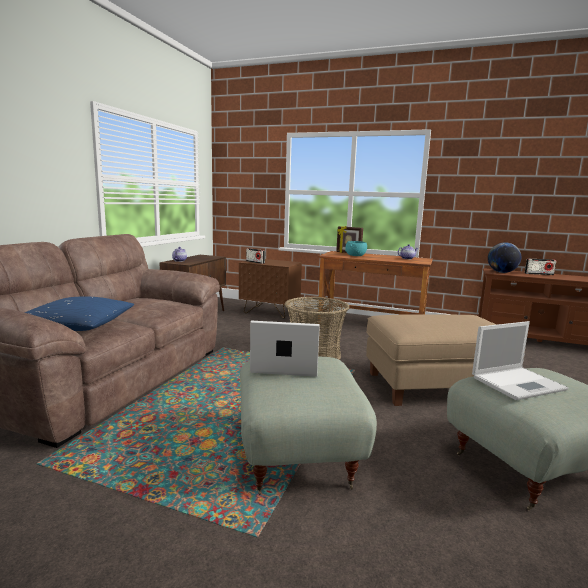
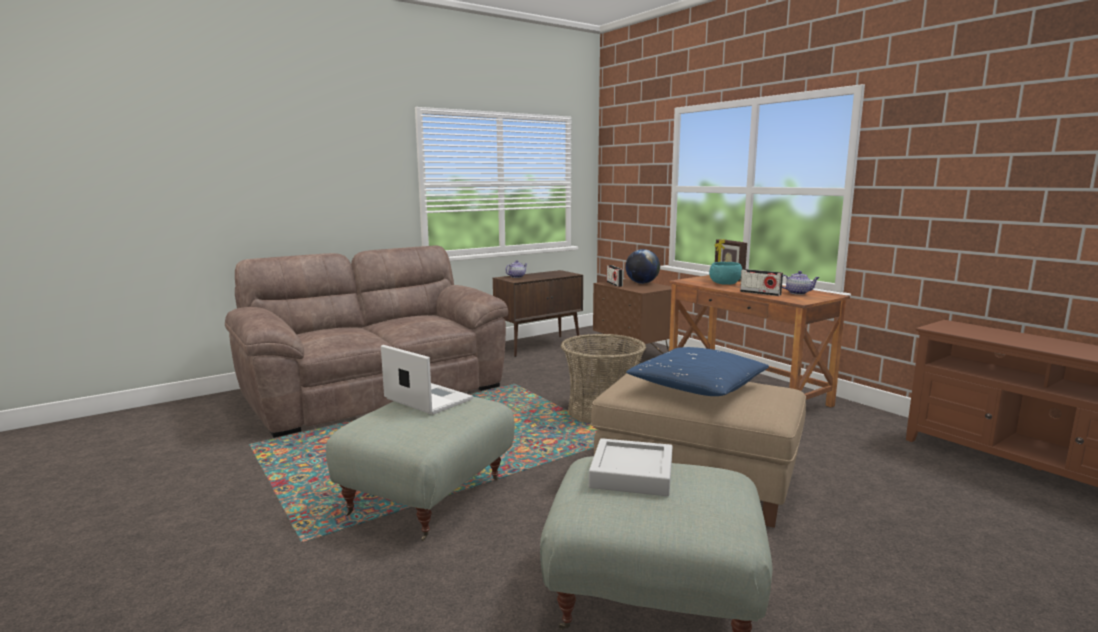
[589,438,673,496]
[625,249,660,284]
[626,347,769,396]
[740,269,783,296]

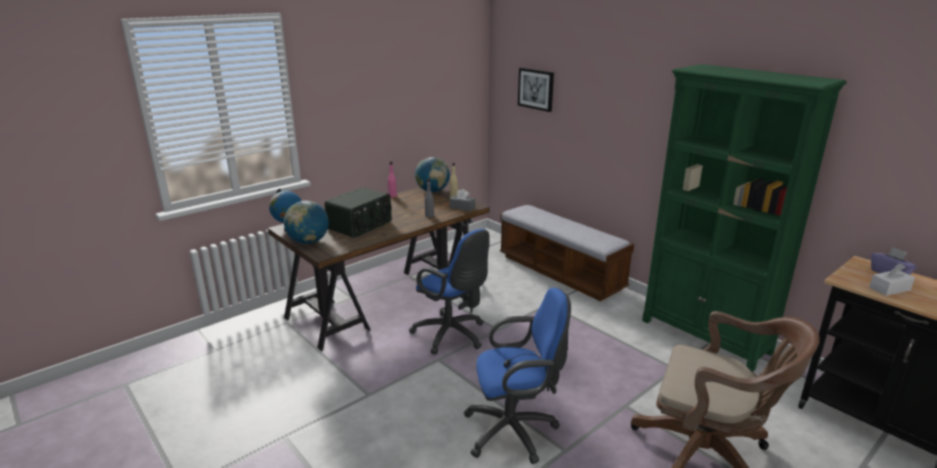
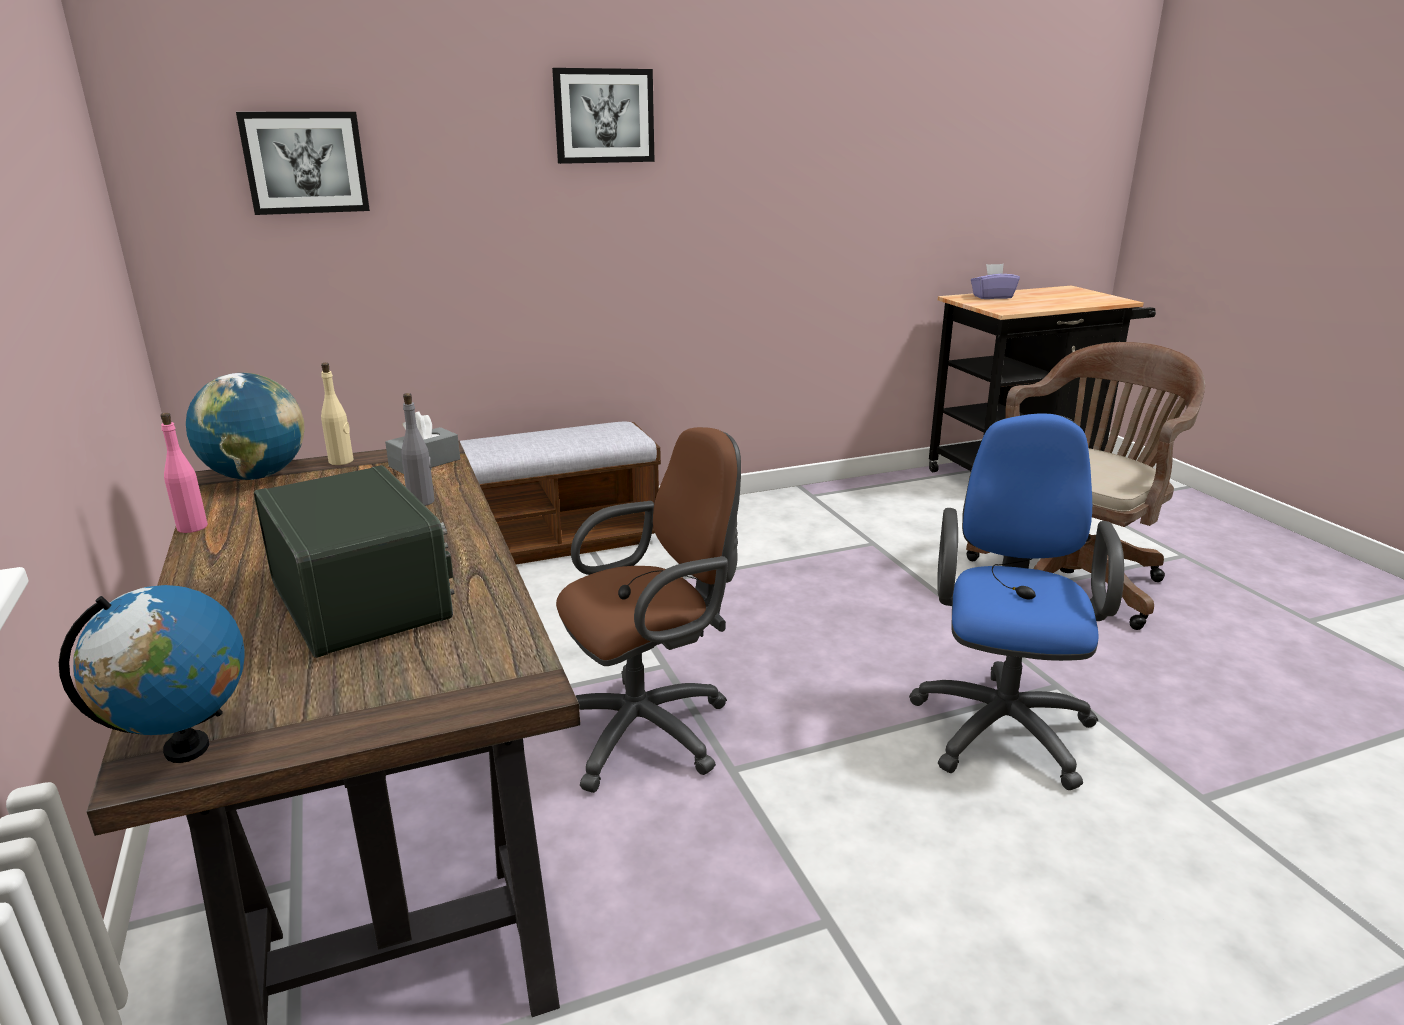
[552,68,655,164]
[556,427,741,793]
[284,201,329,244] (first image)
[642,64,847,372] (first image)
[869,263,915,296] (first image)

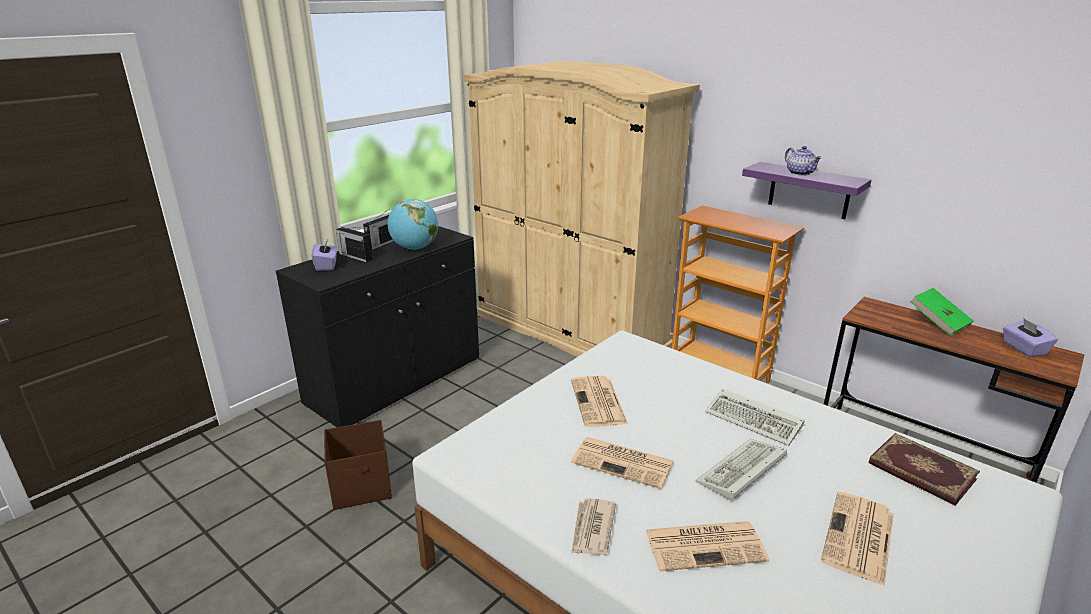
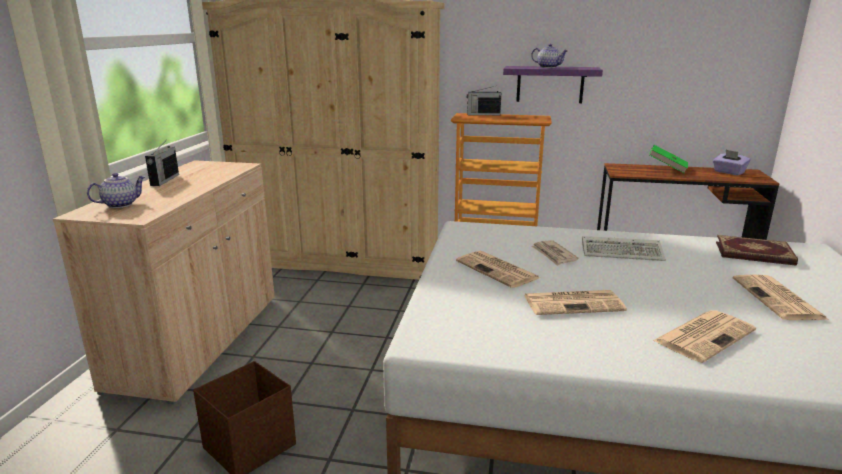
[53,160,275,404]
[87,173,145,208]
[467,86,501,115]
[531,240,579,266]
[388,199,438,250] (first image)
[696,439,787,500] (first image)

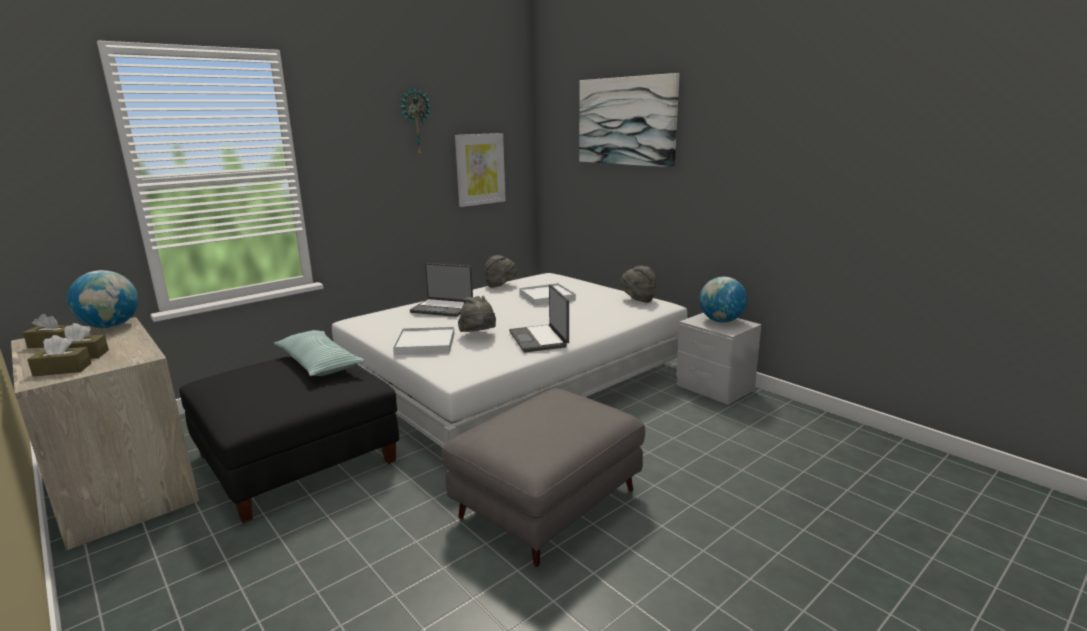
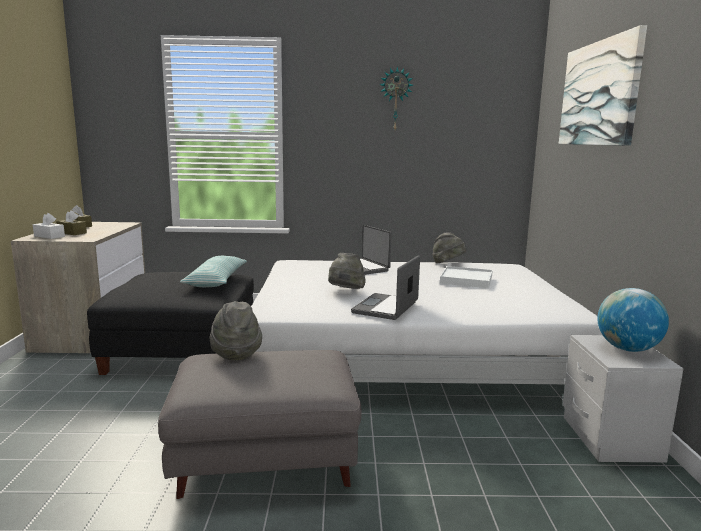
[33,213,65,239]
[209,301,262,361]
[67,270,138,328] (first image)
[393,327,454,355] (first image)
[455,133,506,207] (first image)

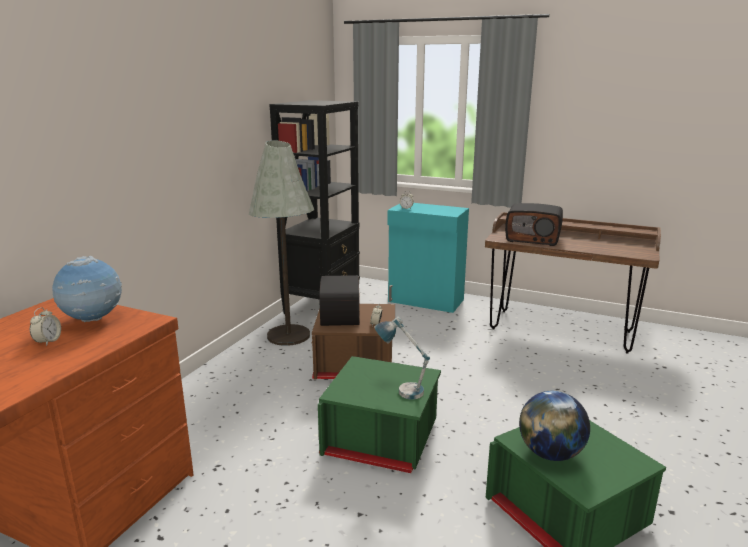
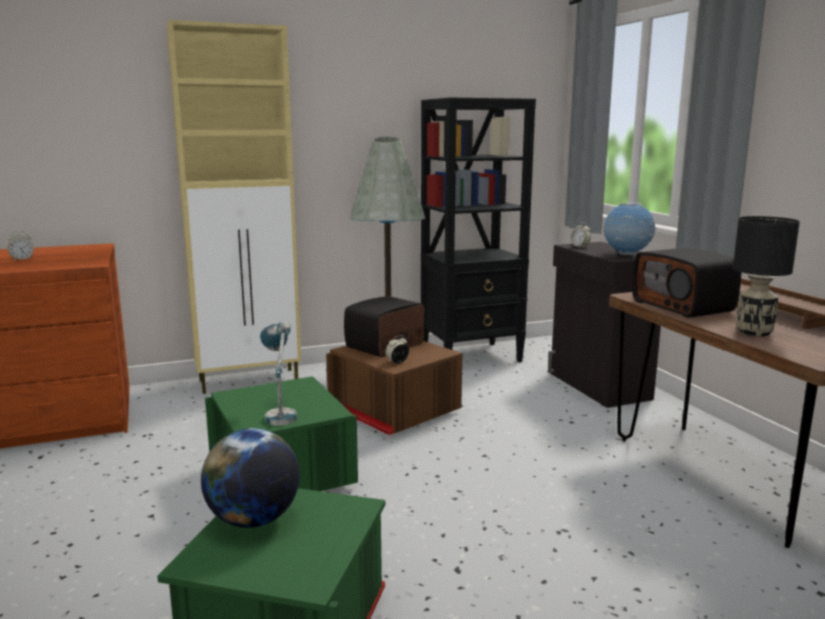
[167,20,301,394]
[548,242,661,408]
[604,202,656,255]
[733,216,800,336]

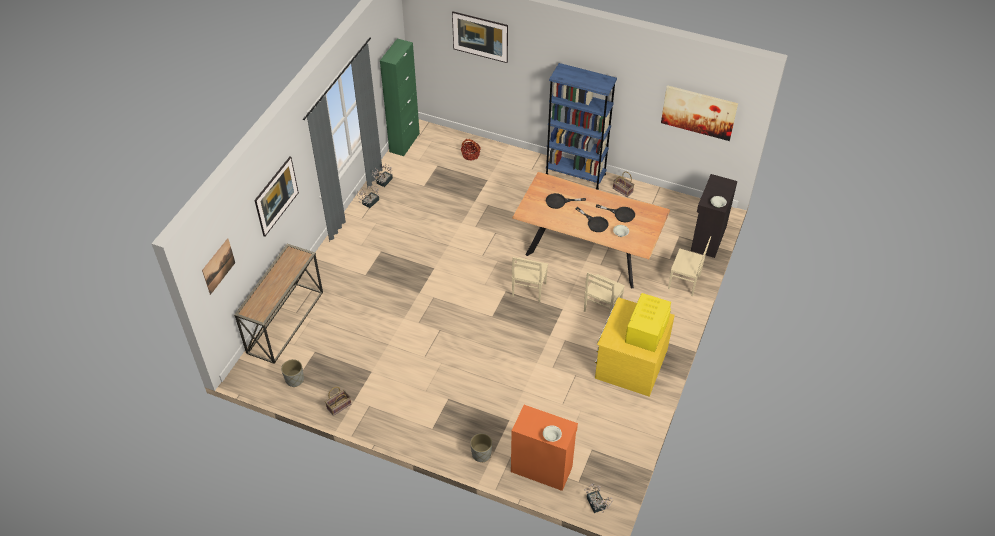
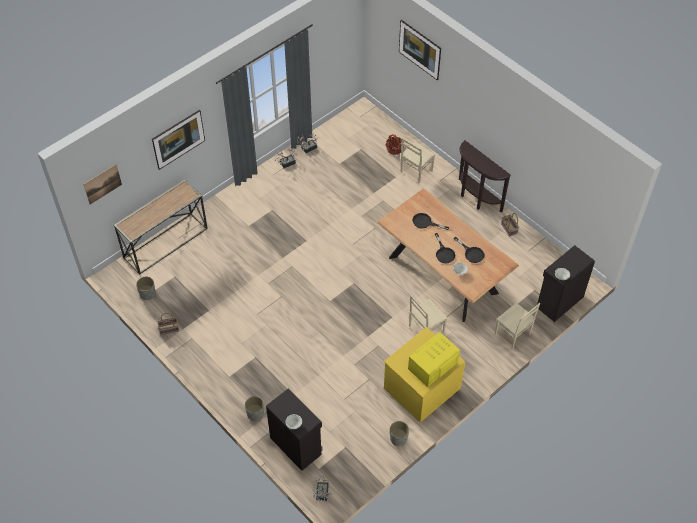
[266,388,323,471]
[390,421,409,446]
[401,138,435,184]
[459,140,511,212]
[380,38,420,156] (first image)
[661,85,738,141] (first image)

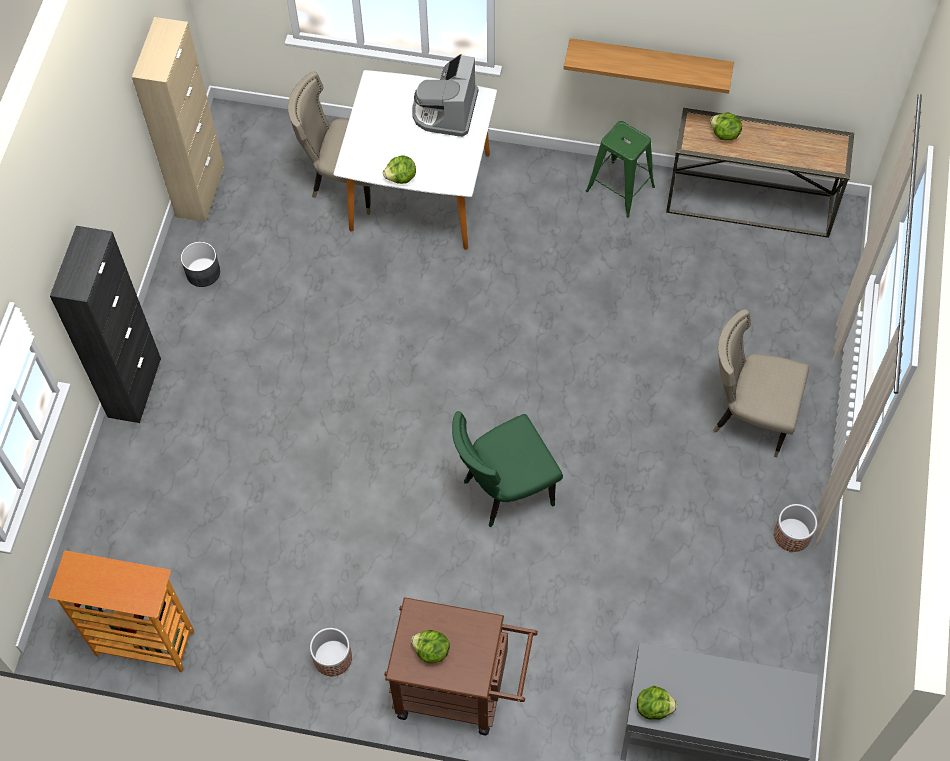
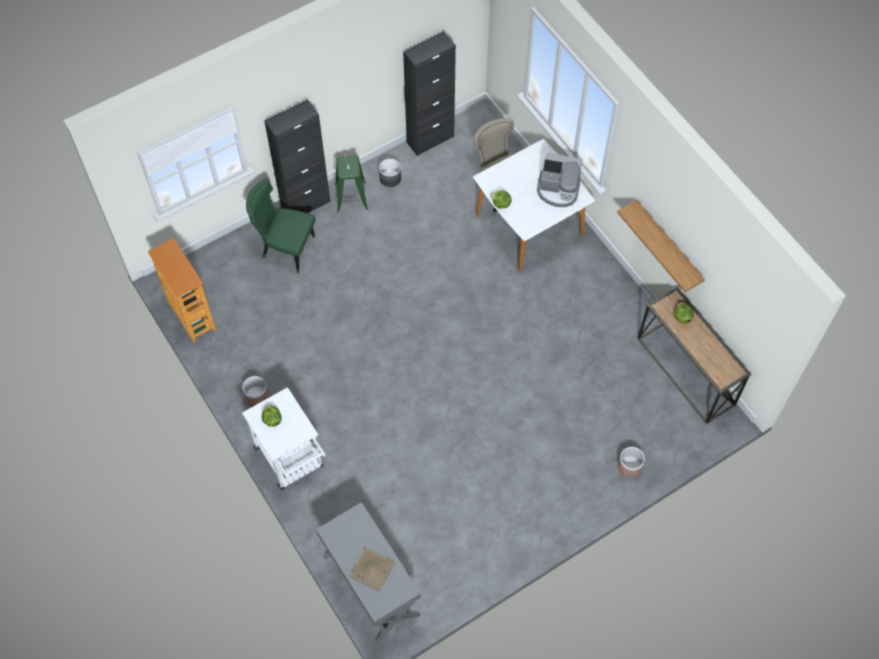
[242,387,326,490]
[246,179,316,273]
[335,155,368,212]
[349,547,395,592]
[403,31,456,156]
[537,152,583,207]
[618,447,645,478]
[637,686,677,720] (first image)
[713,309,809,458] (first image)

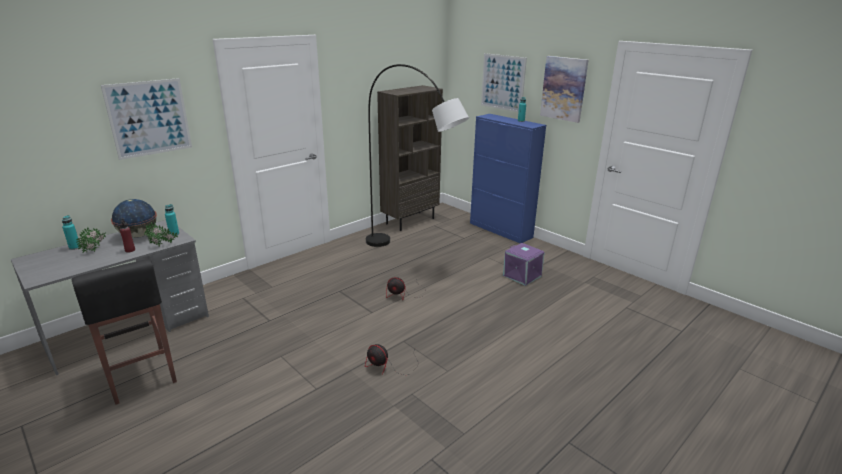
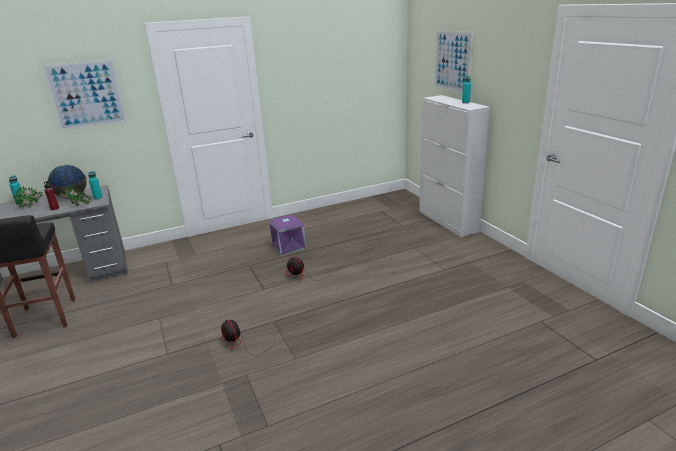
[269,215,306,255]
[419,95,490,237]
[366,64,469,247] (first image)
[377,85,443,231] (first image)
[540,56,589,123] (first image)

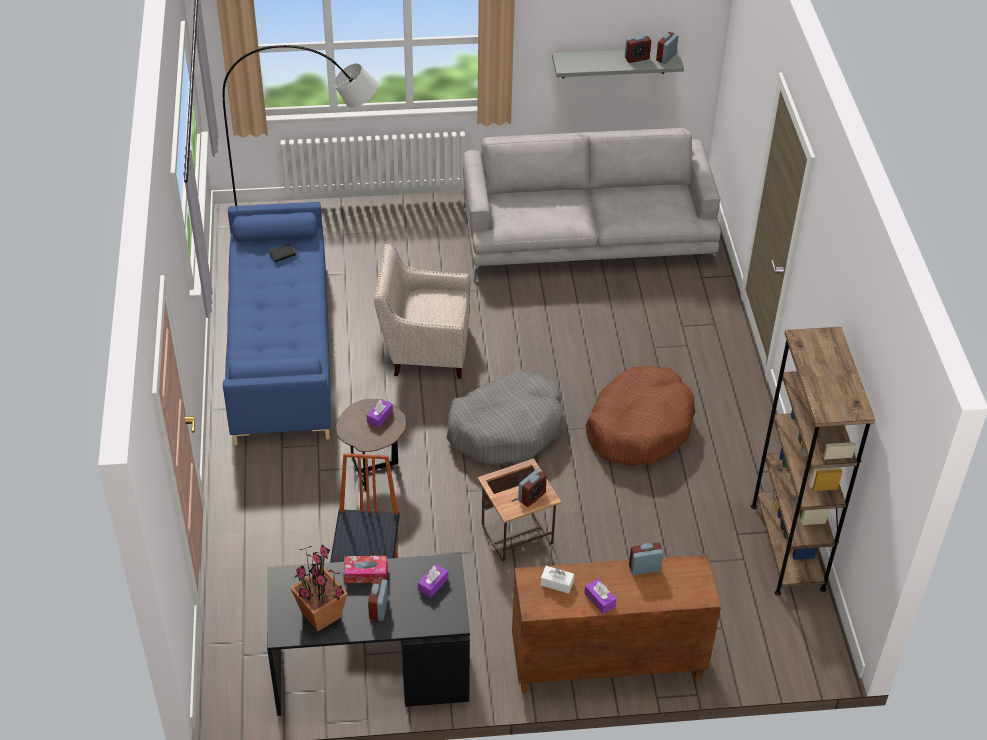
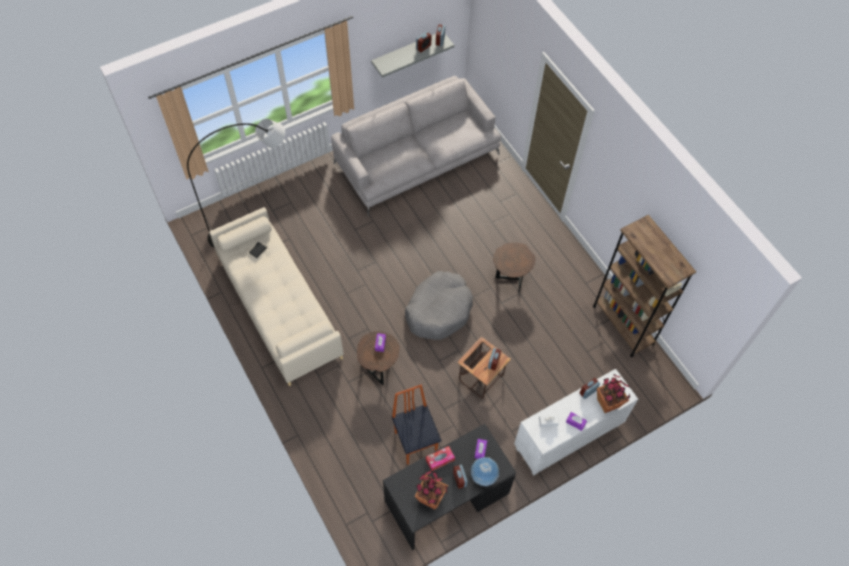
[209,207,344,386]
[471,457,499,486]
[493,242,535,292]
[514,369,638,476]
[597,374,630,413]
[374,244,470,379] (first image)

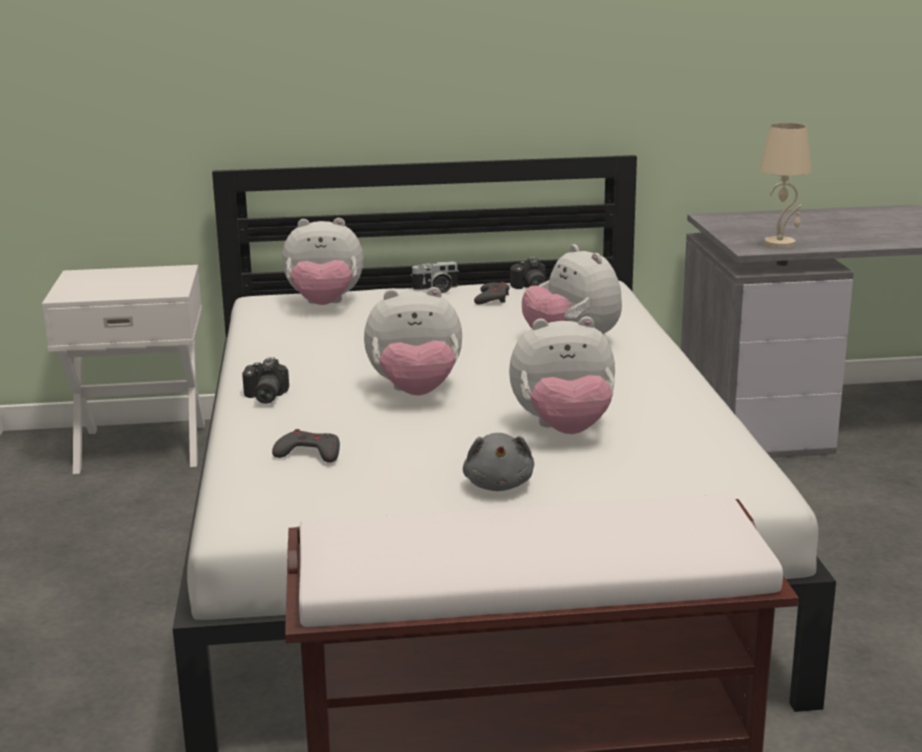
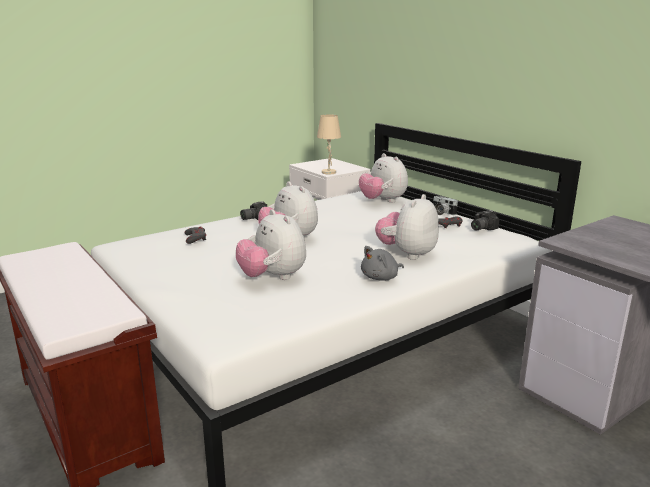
[317,114,341,174]
[361,246,404,281]

